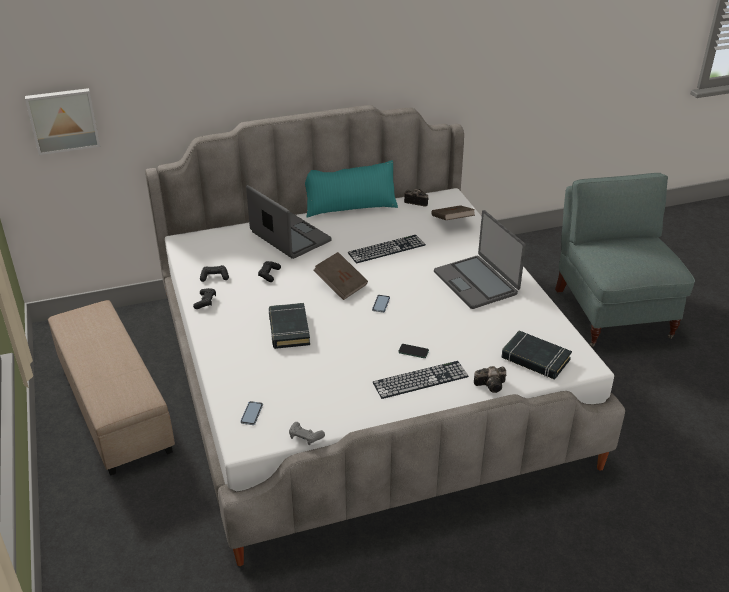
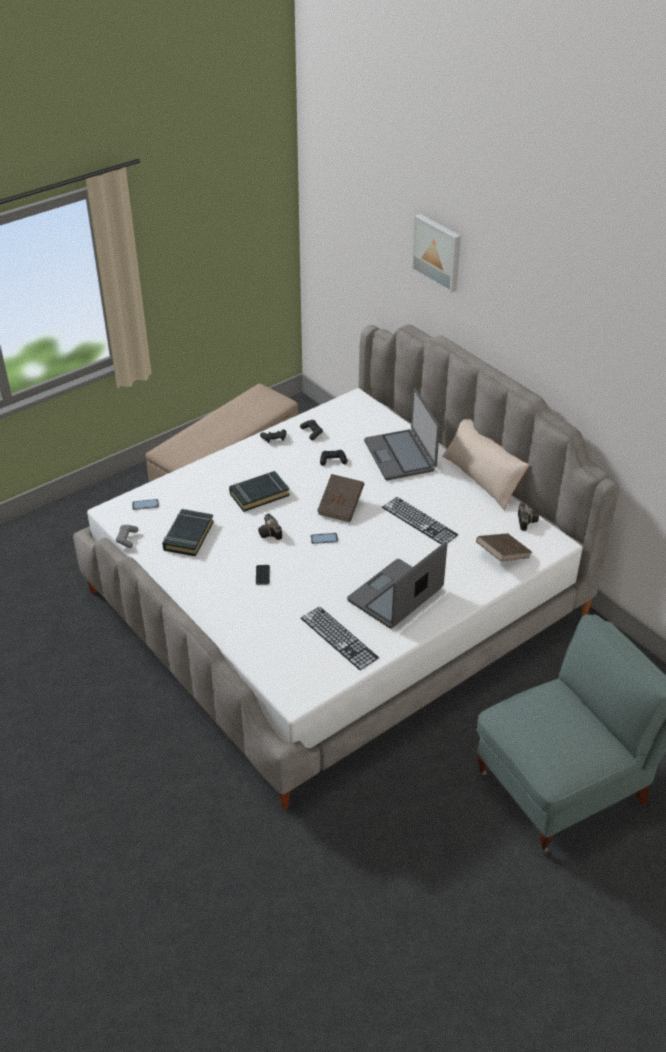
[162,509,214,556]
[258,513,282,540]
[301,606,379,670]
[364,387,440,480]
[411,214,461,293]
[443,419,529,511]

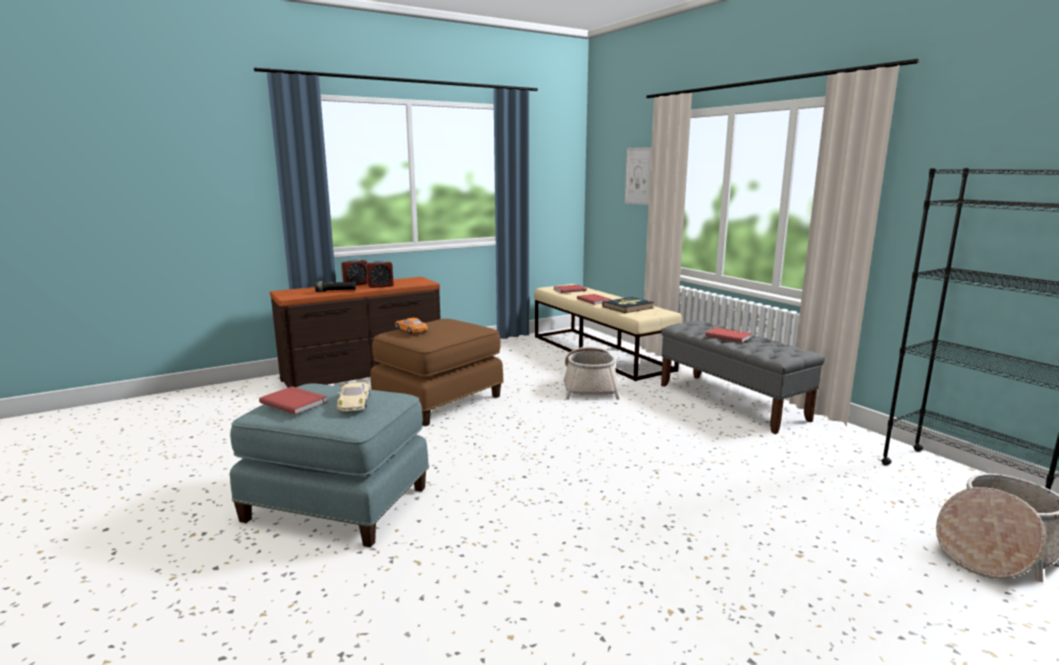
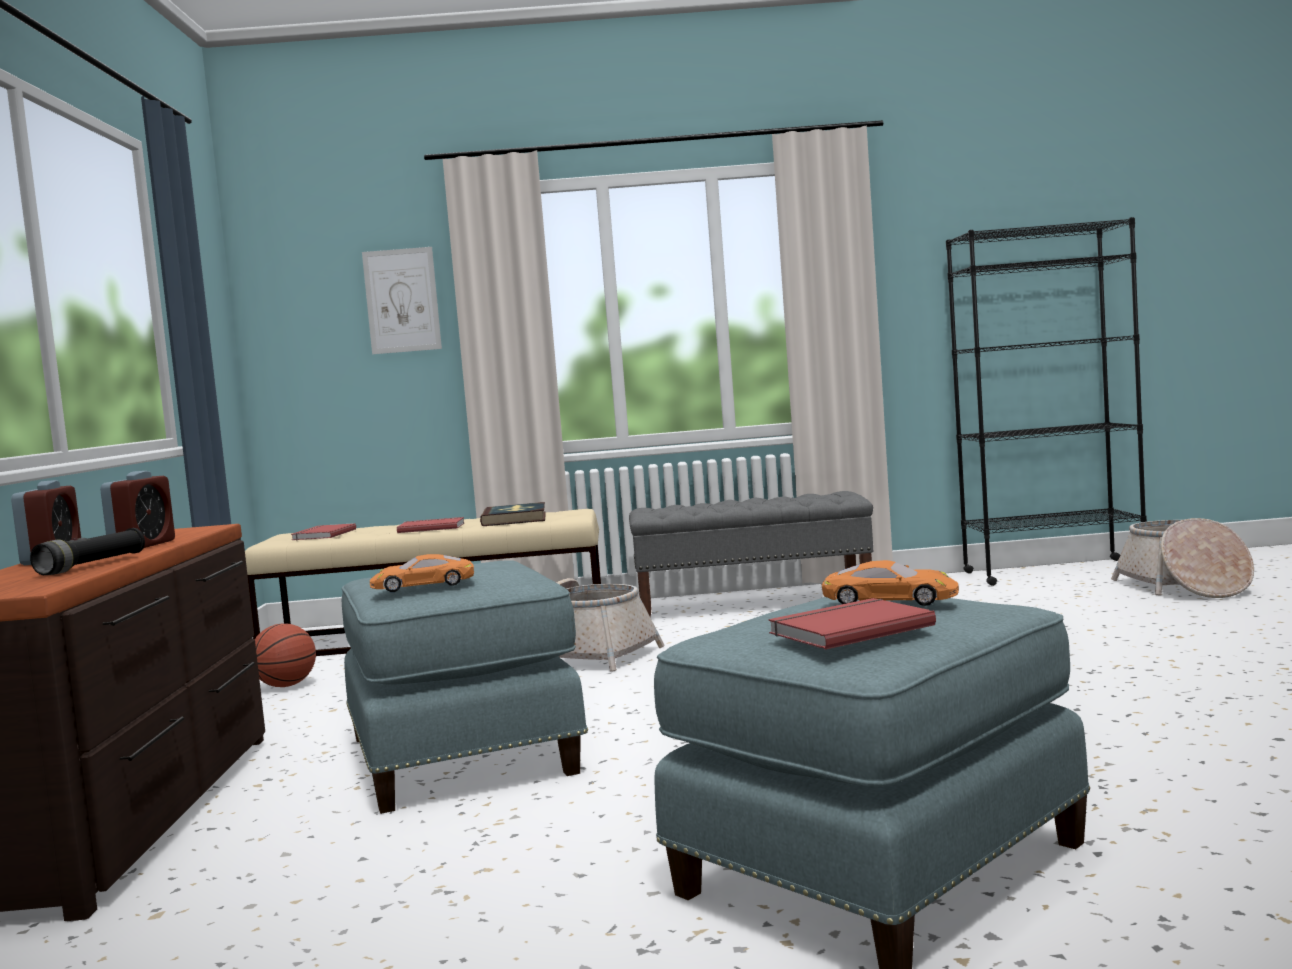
[255,623,316,687]
[342,560,588,814]
[822,560,959,606]
[705,327,752,343] (first image)

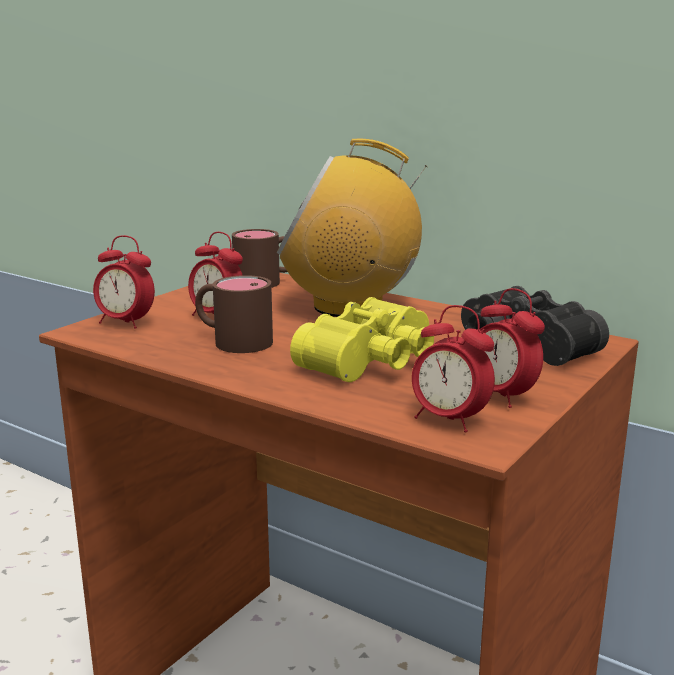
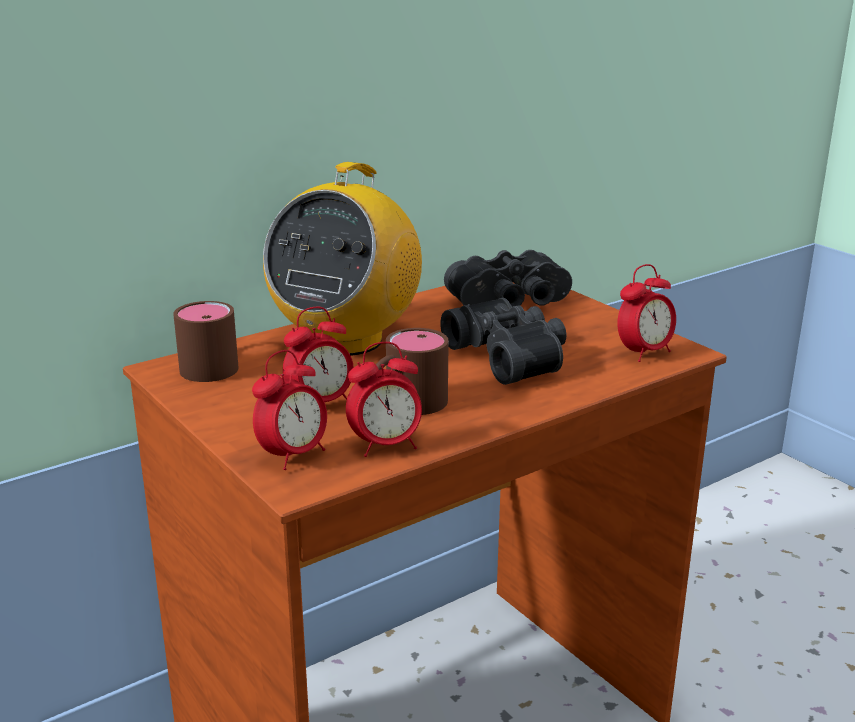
[346,342,422,457]
[440,298,567,385]

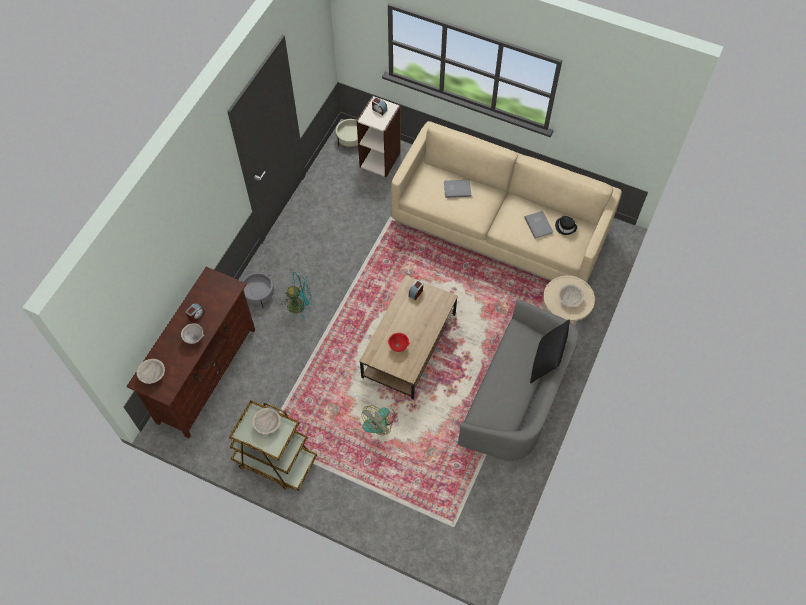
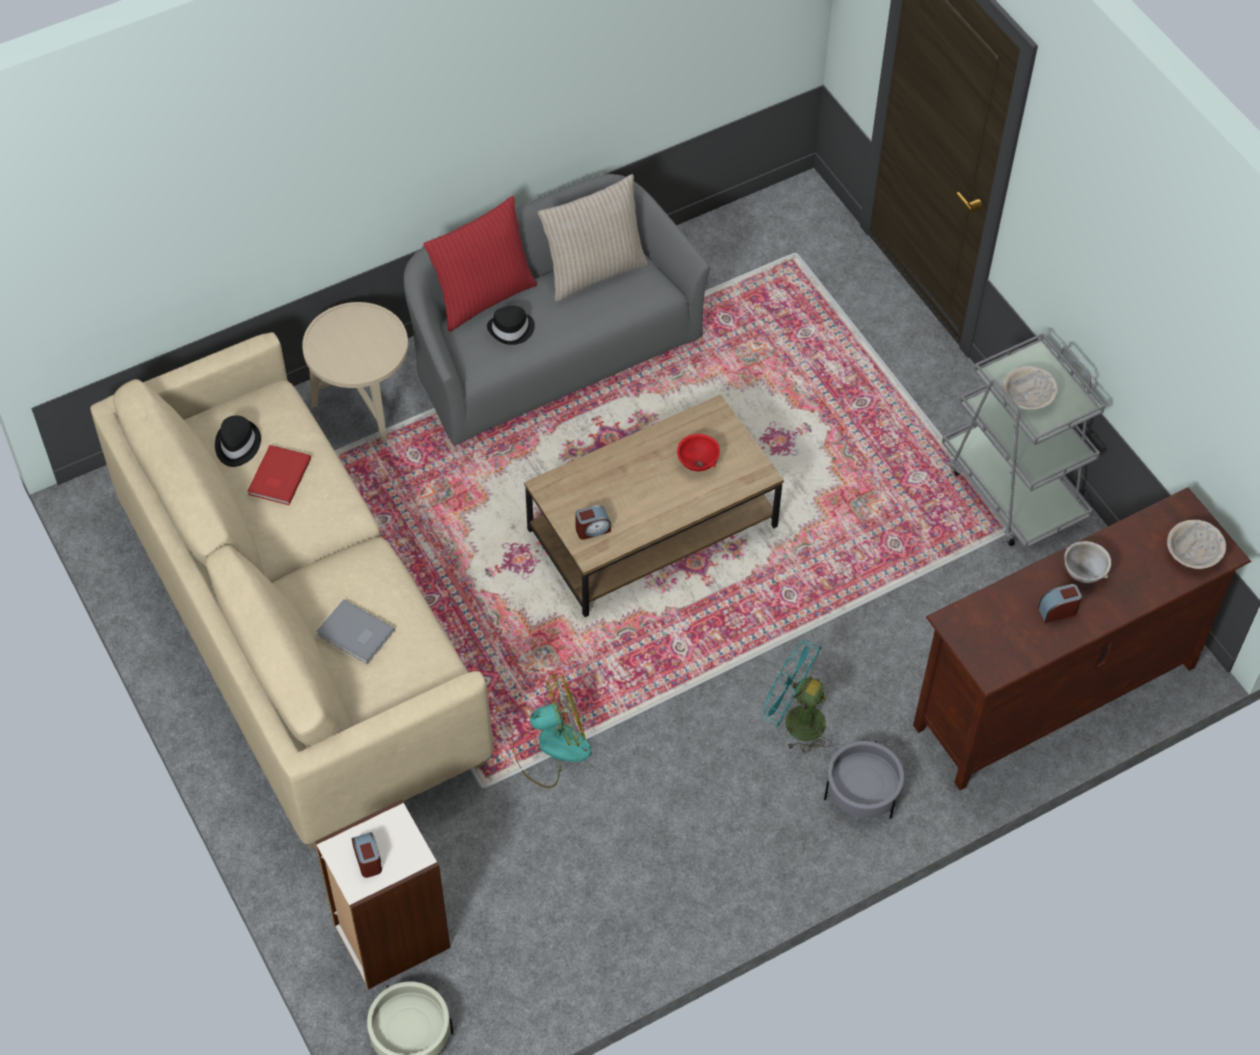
[248,445,311,505]
[423,196,537,332]
[487,306,535,345]
[513,674,592,788]
[538,174,649,302]
[942,333,1105,549]
[558,284,584,307] (first image)

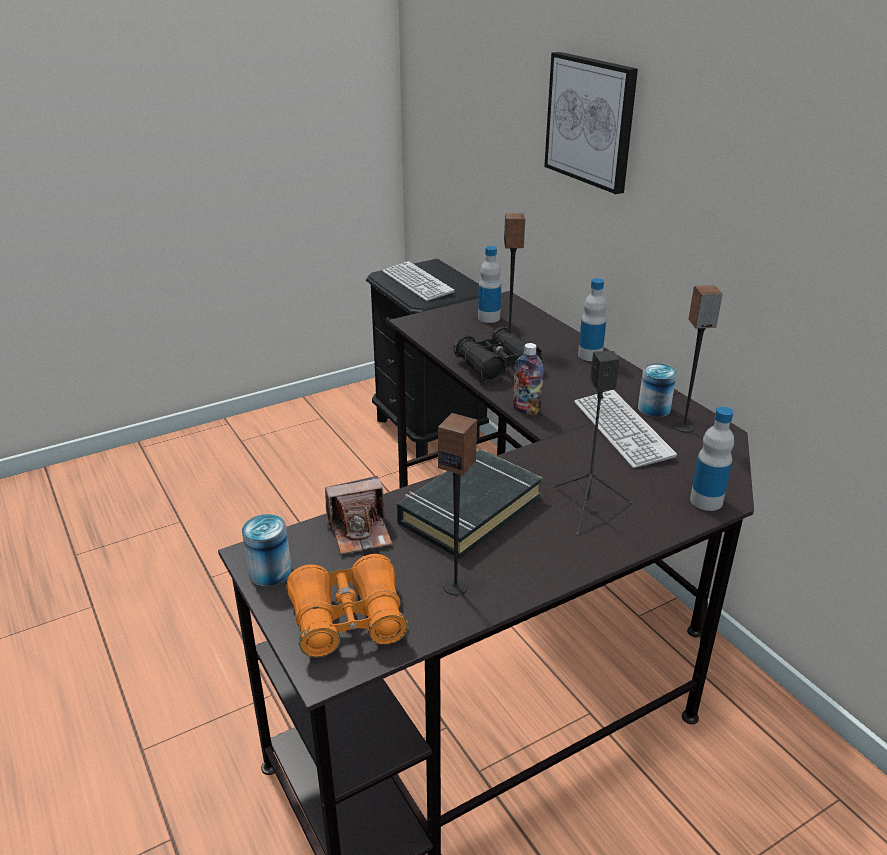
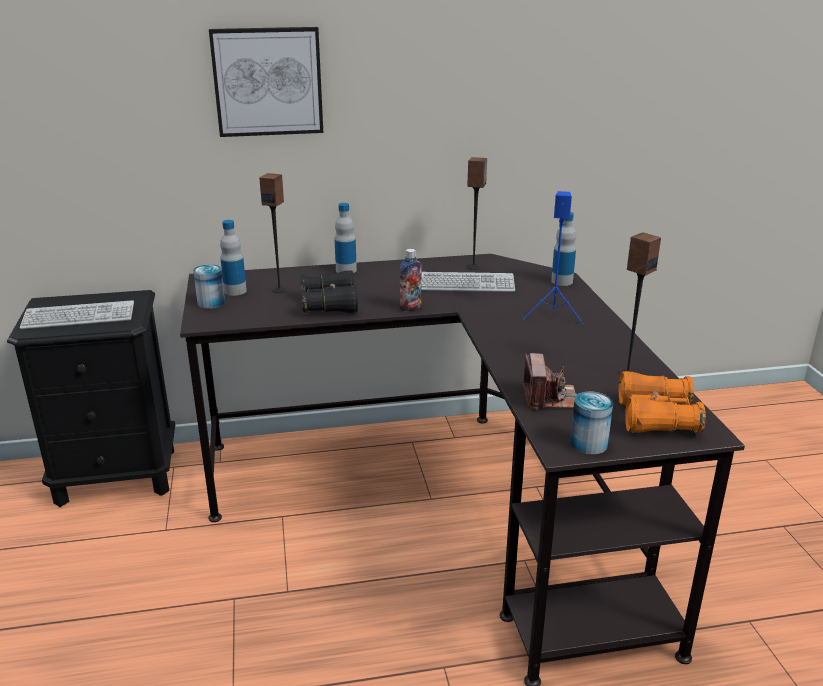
[193,265,225,309]
[523,191,584,324]
[397,449,543,559] (first image)

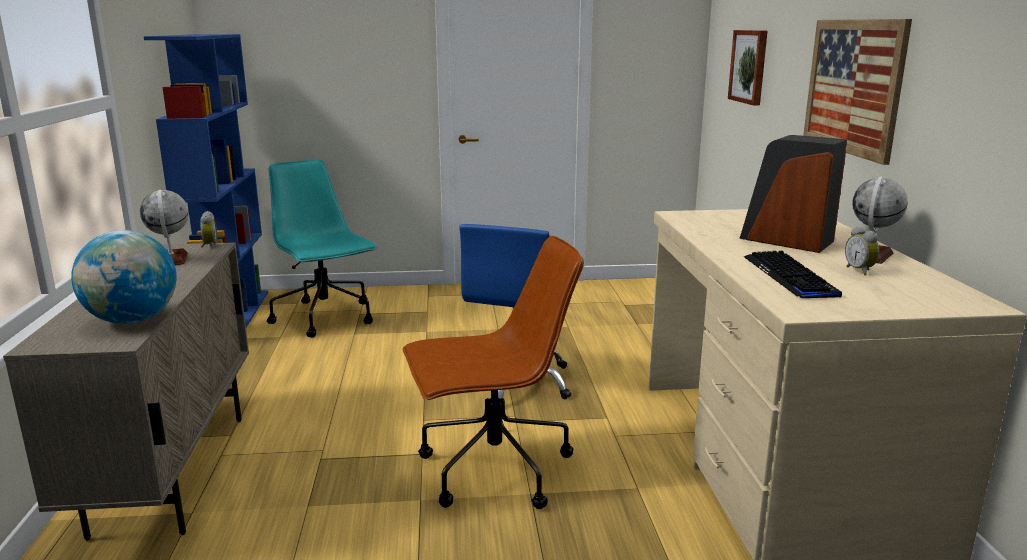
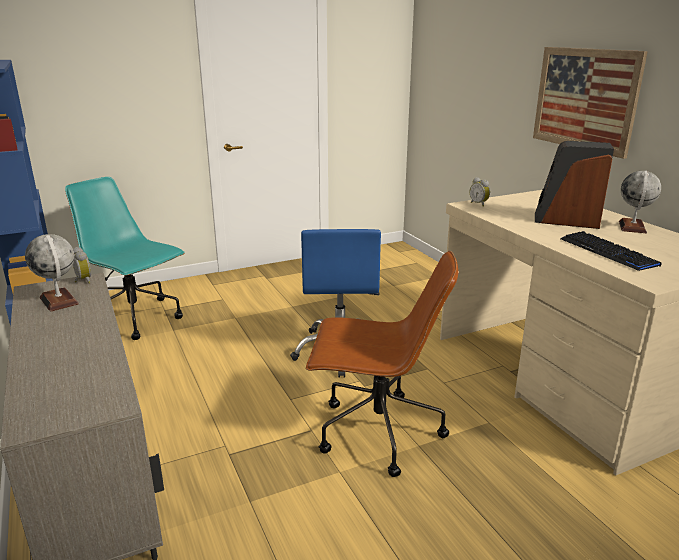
[306,250,458,477]
[470,177,490,207]
[71,230,177,324] (first image)
[728,30,767,105] (first image)

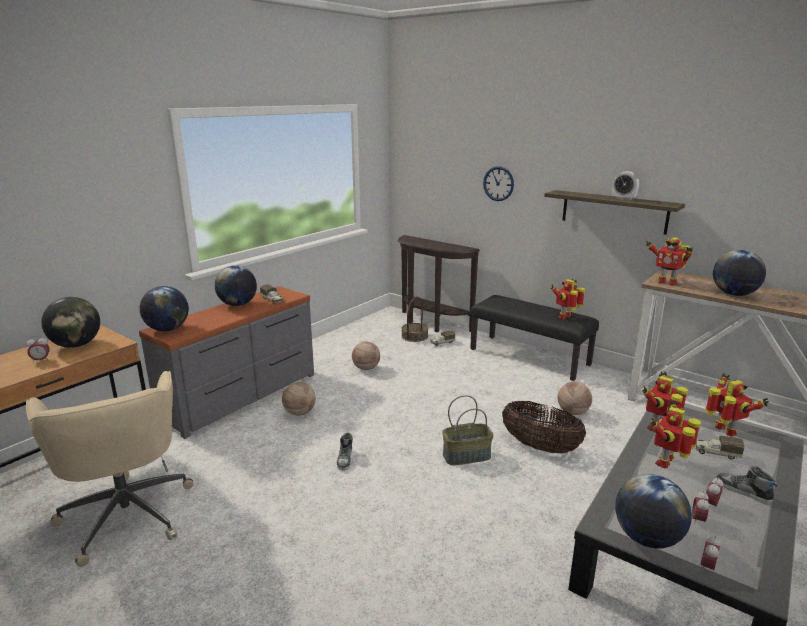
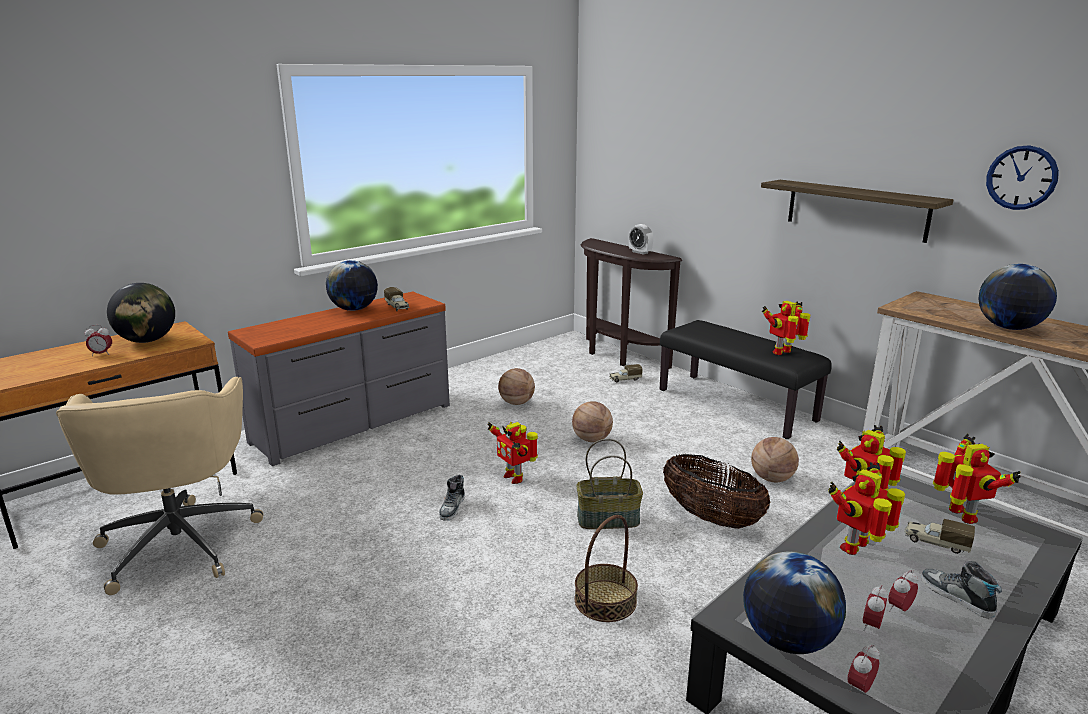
[487,422,538,484]
[572,401,613,442]
[575,515,638,622]
[629,224,653,255]
[986,145,1059,210]
[140,286,189,331] (first image)

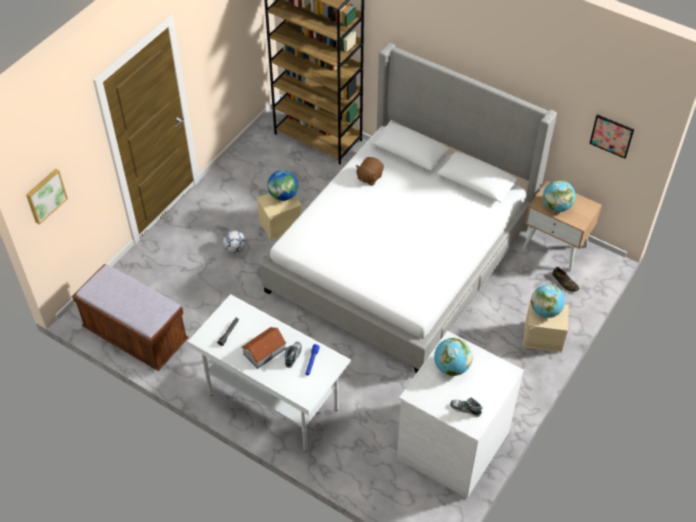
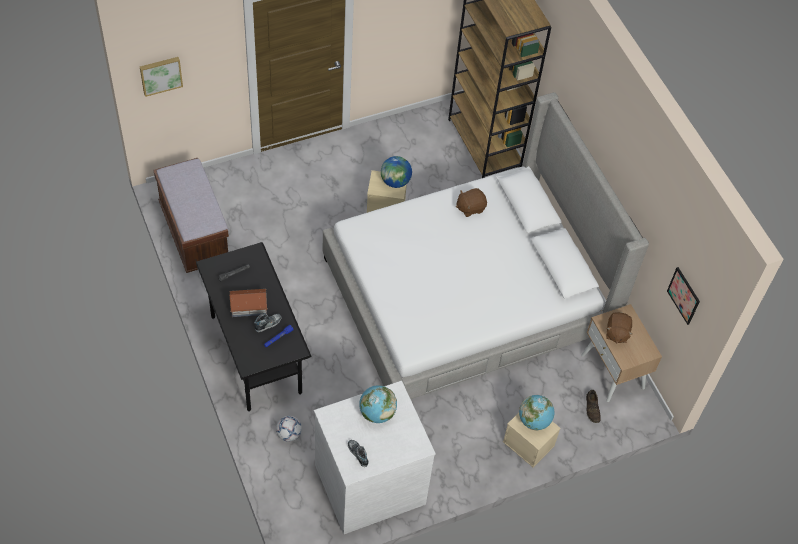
[196,242,311,412]
[276,416,302,442]
[606,312,633,343]

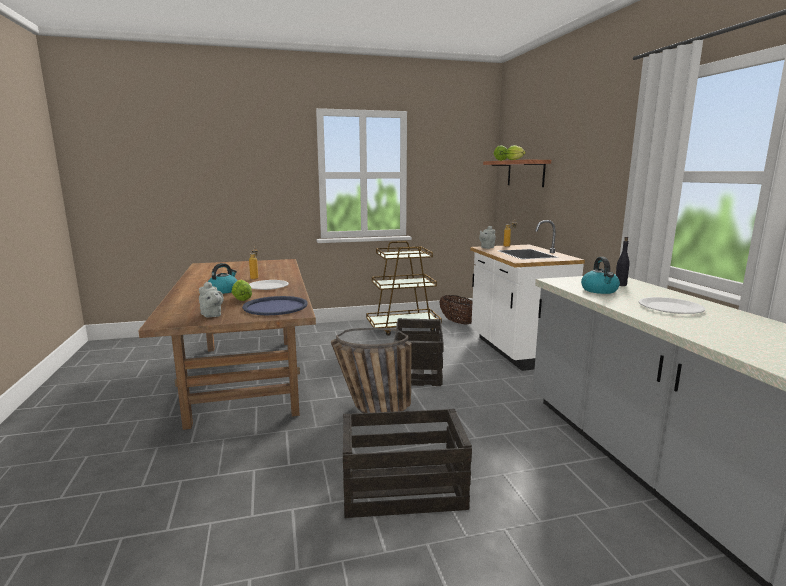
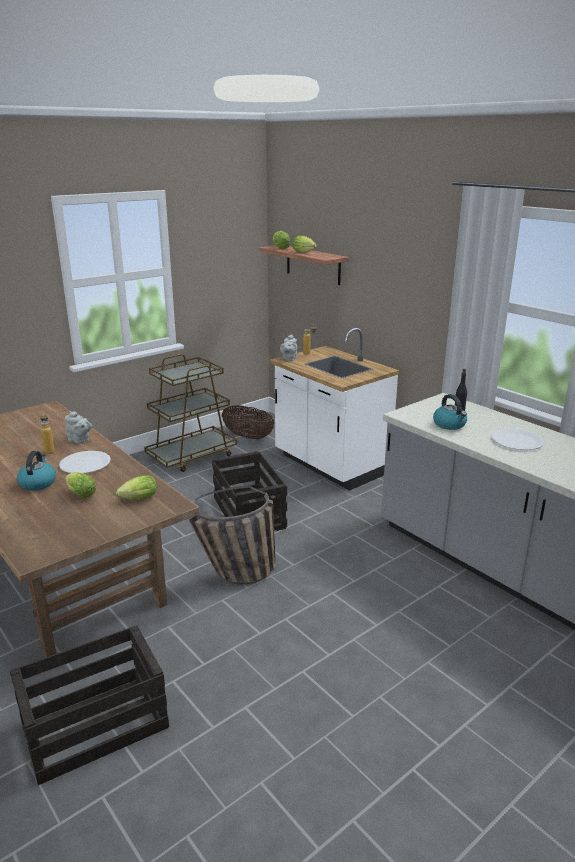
[10,625,169,785]
[65,411,92,443]
[116,475,157,499]

